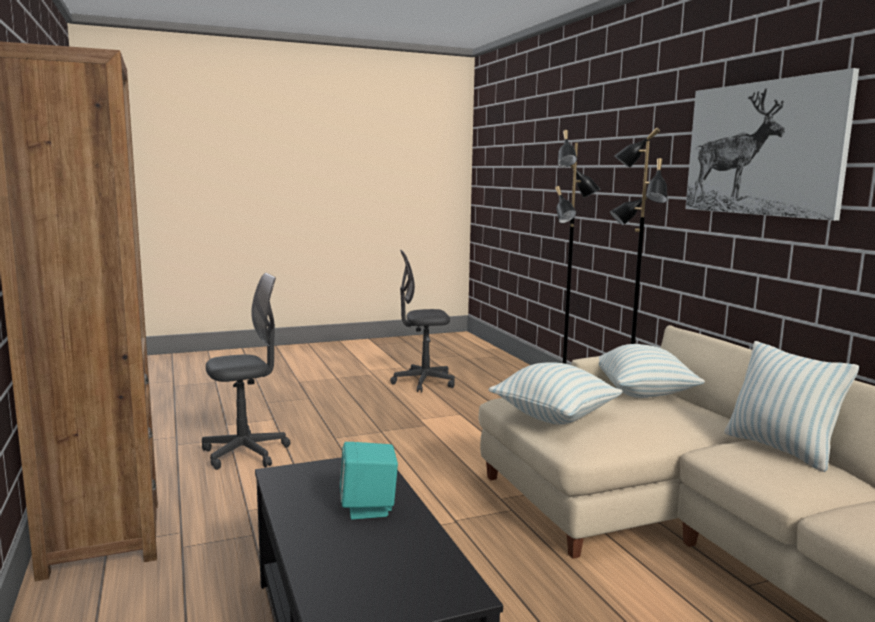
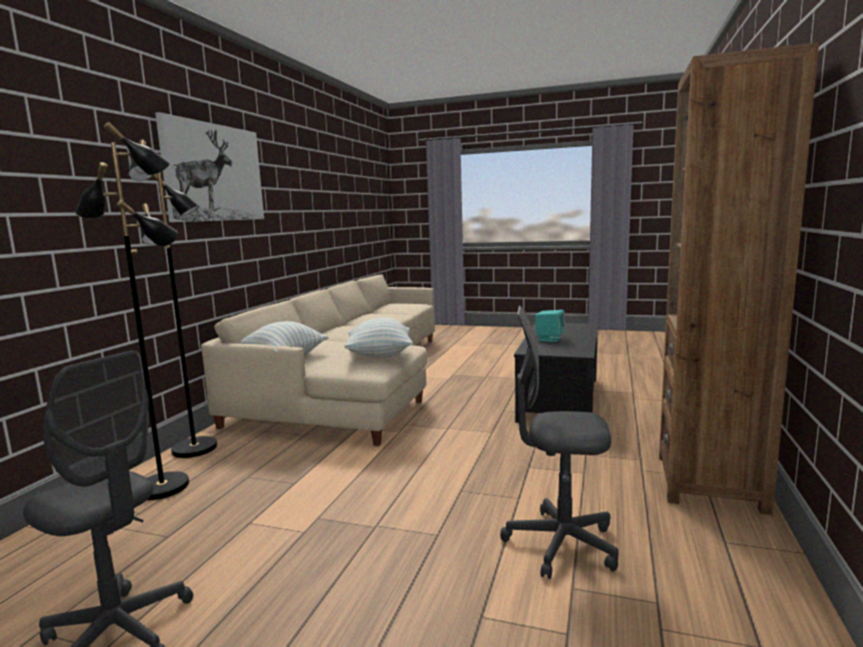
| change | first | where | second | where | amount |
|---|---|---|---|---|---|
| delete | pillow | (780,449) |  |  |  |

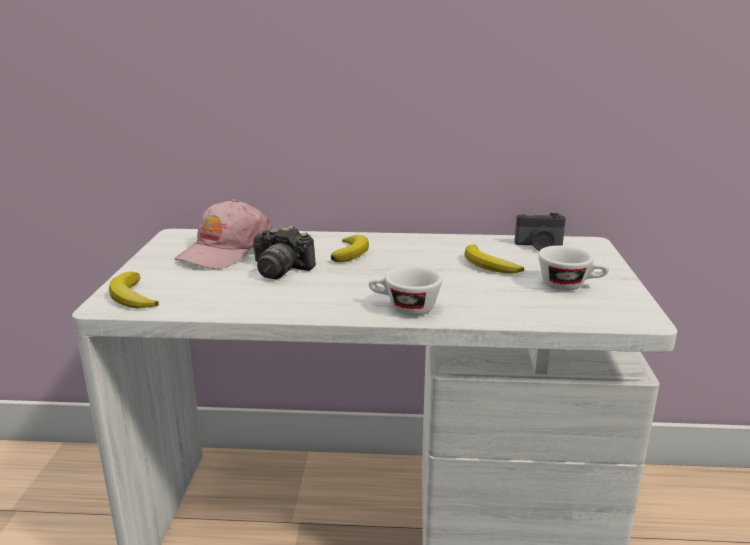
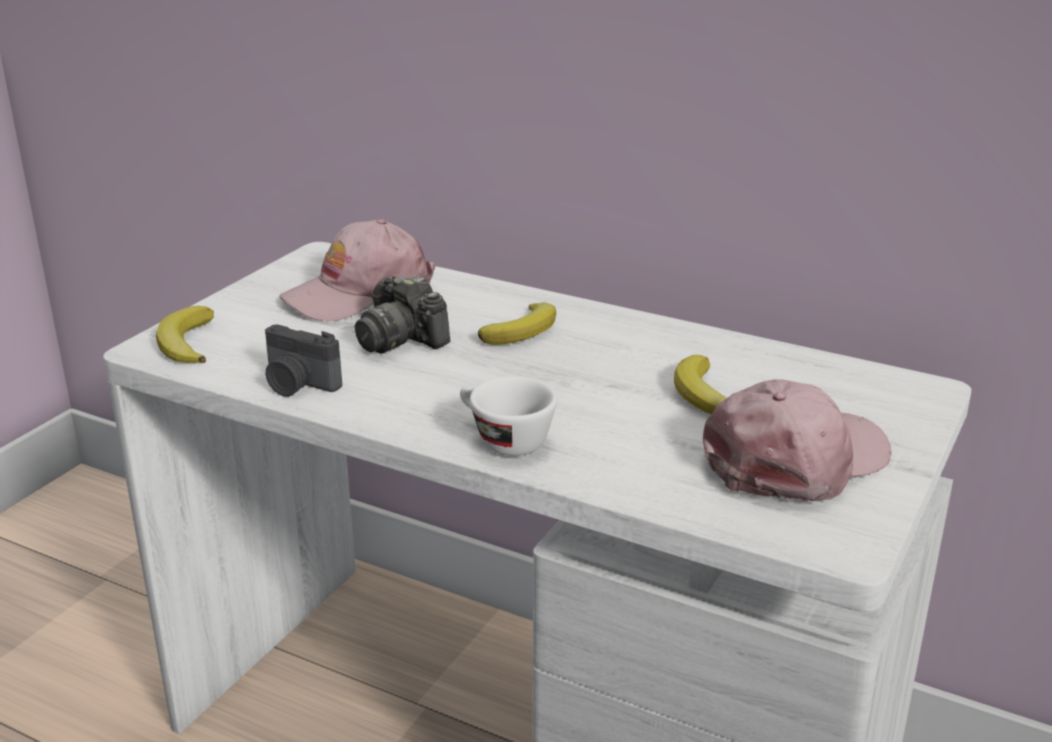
| change | first | where | second | where | amount |
|---|---|---|---|---|---|
| move | photo camera | (539,246) |  | (298,385) |  |
| replace | white drinking cup | (570,285) | pink-coloured peaked cap | (796,461) |  |

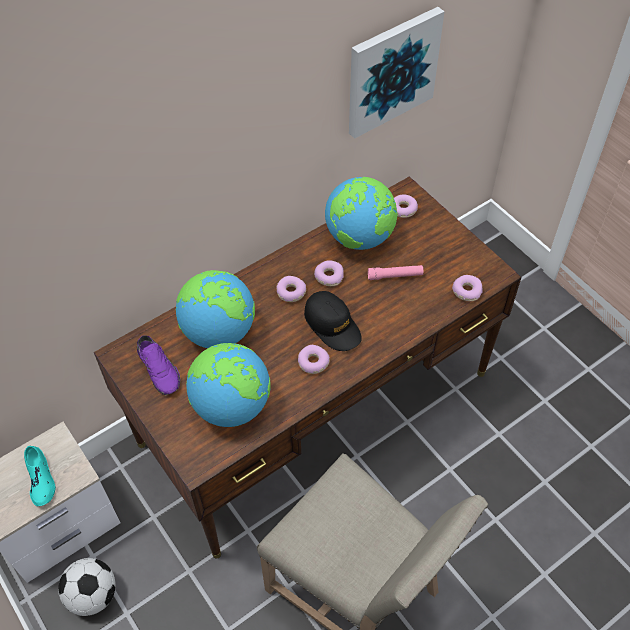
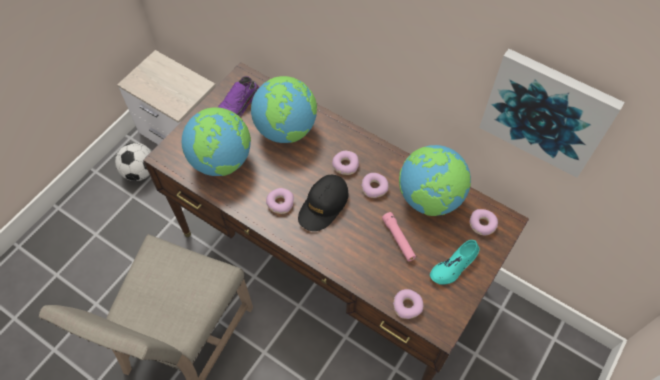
| change | first | where | second | where | amount |
|---|---|---|---|---|---|
| move | turquoise-coloured item of footwear | (40,479) |  | (454,266) |  |

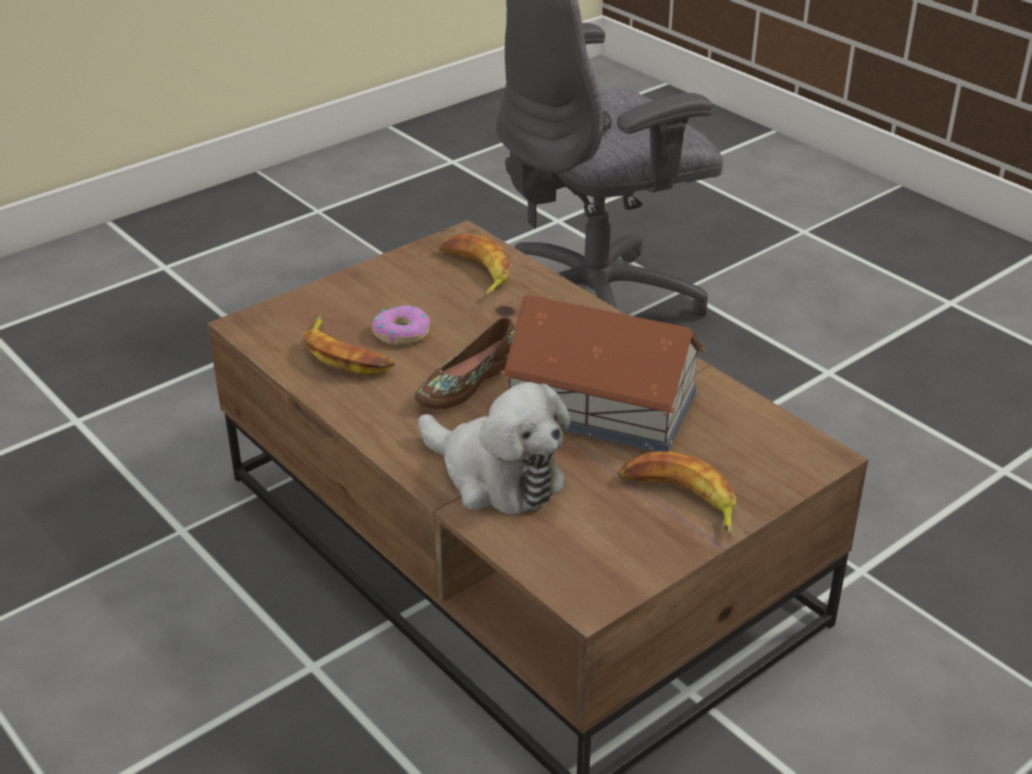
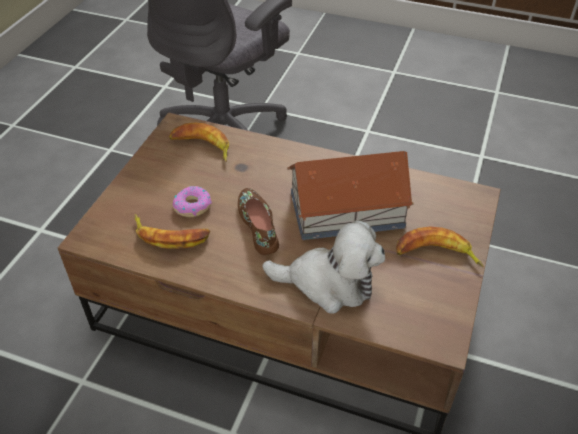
| change | first | where | second | where | amount |
|---|---|---|---|---|---|
| rotate | brown-coloured item of footwear | (466,382) |  | (259,225) | 150 degrees clockwise |

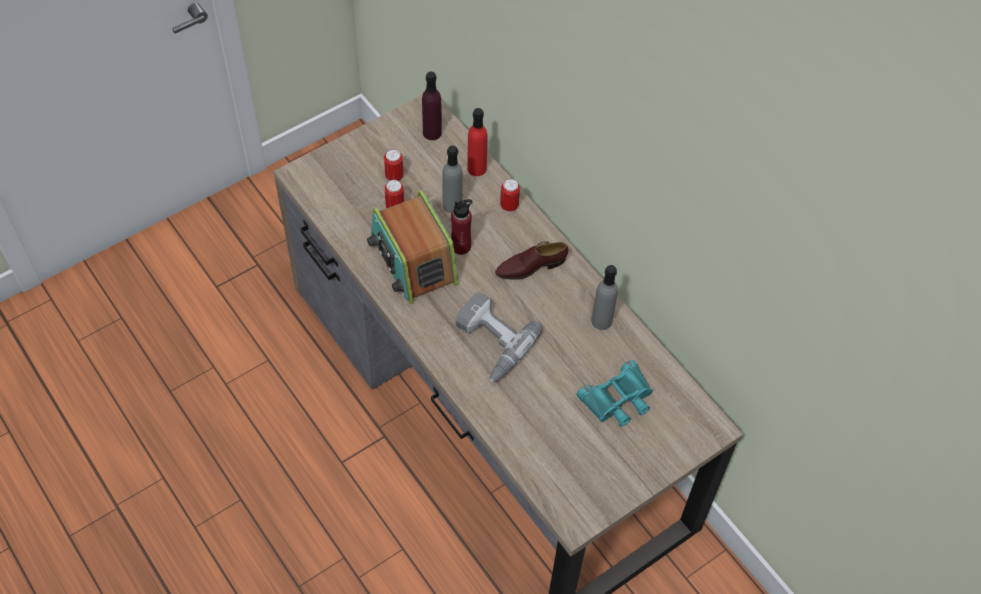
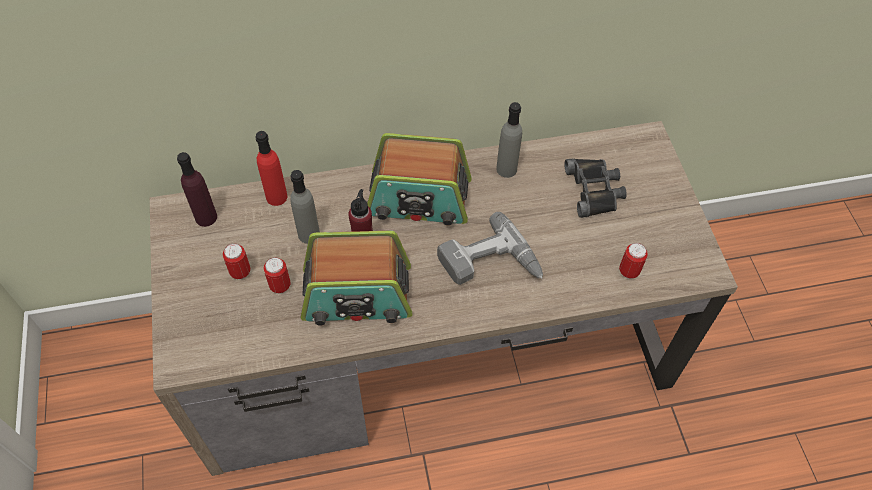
| change | first | where | second | where | amount |
|---|---|---|---|---|---|
| move | metal can | (509,206) |  | (628,271) |  |
| replace | brown-coloured item of footwear | (530,266) | radio receiver | (419,198) |  |
| recolor | turquoise-coloured binoculars | (618,399) | blackish binoculars | (594,190) |  |

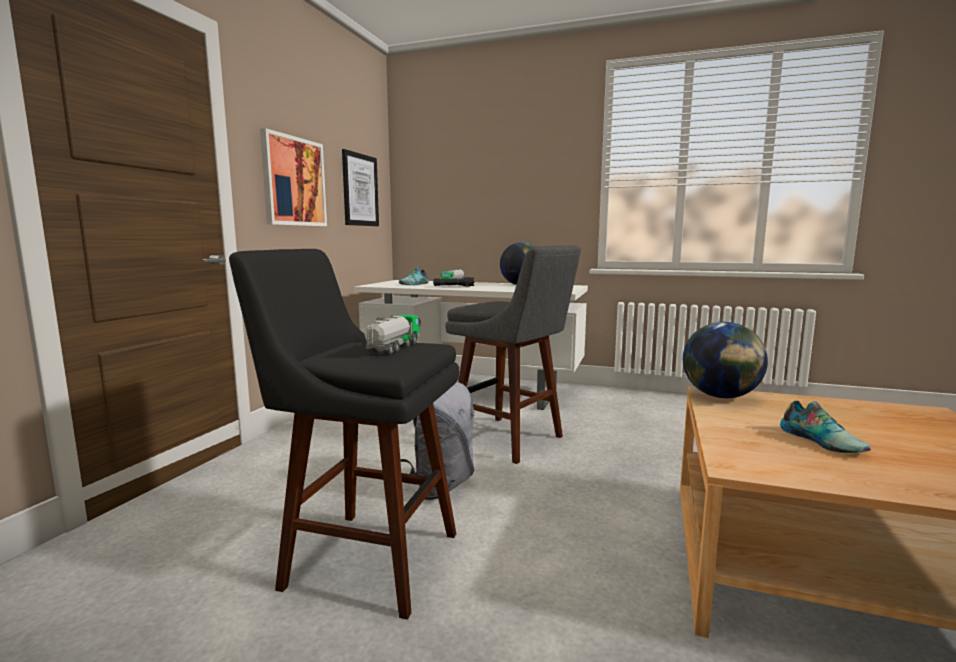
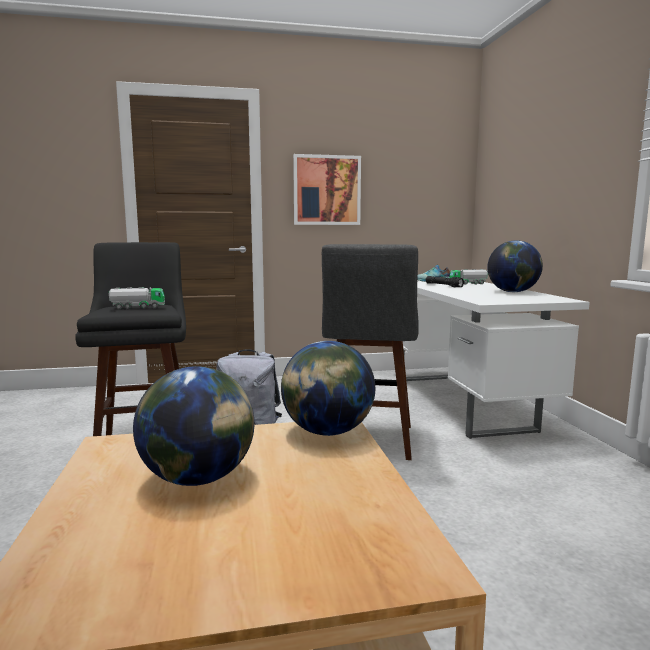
| change | first | where | second | where | amount |
|---|---|---|---|---|---|
| delete | picture | (360,190) |  |  |  |
| replace | item of footwear | (822,441) | desk globe | (199,478) |  |

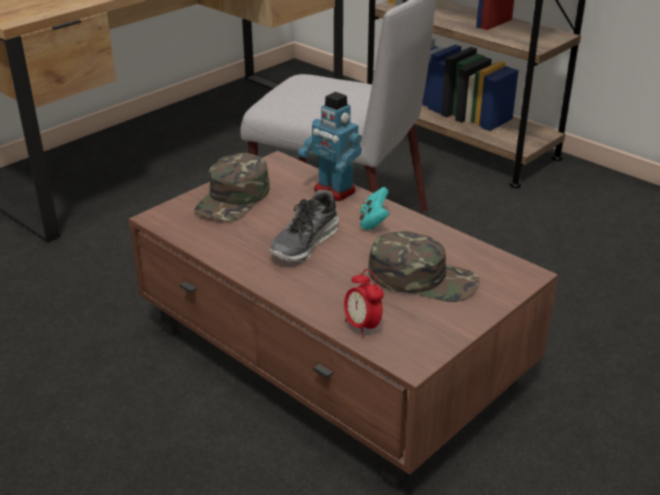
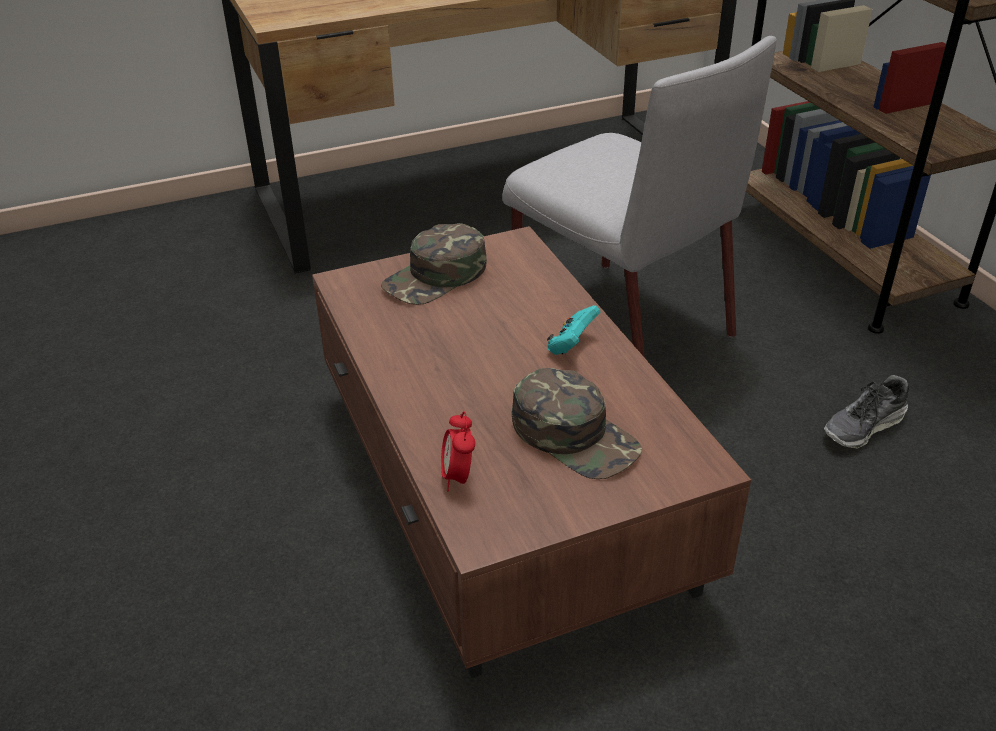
| change | first | where | second | where | amount |
|---|---|---|---|---|---|
| delete | toy robot | (334,191) |  |  |  |
| move | item of footwear | (305,243) |  | (864,427) |  |

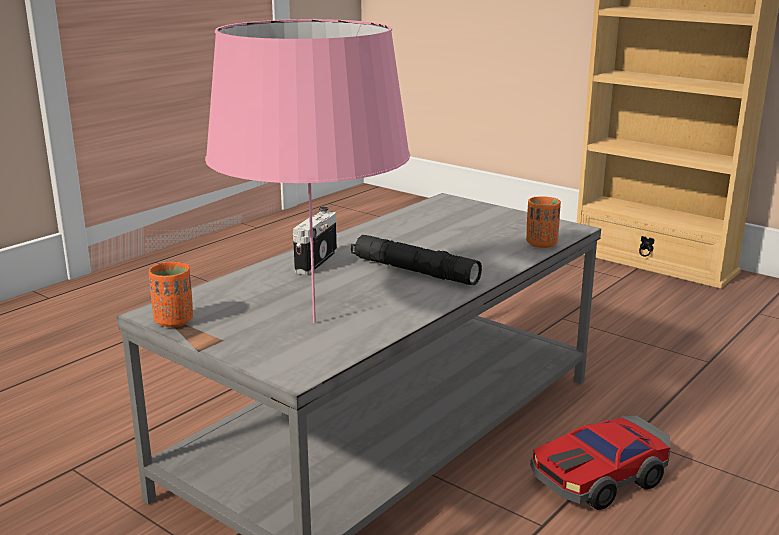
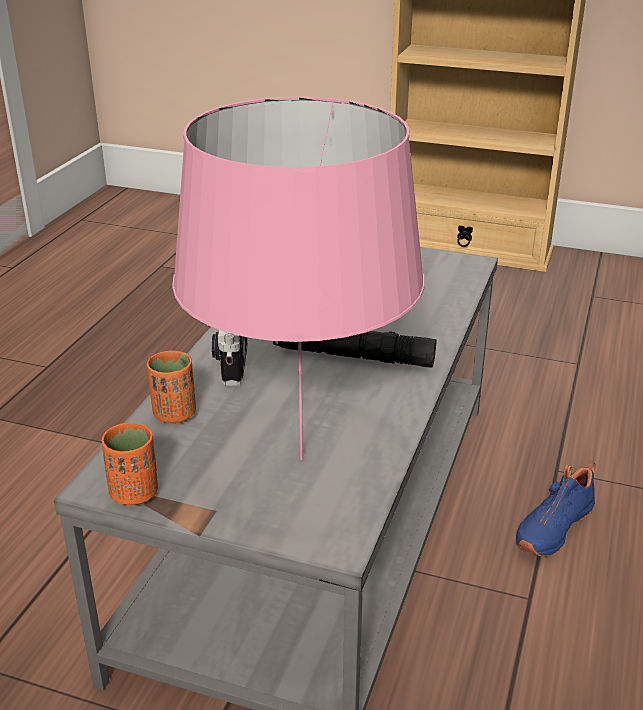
| change | first | where | second | where | amount |
|---|---|---|---|---|---|
| move | orange drinking cup | (541,244) |  | (174,414) |  |
| replace | toy car | (600,477) | bluish item of footwear | (552,526) |  |

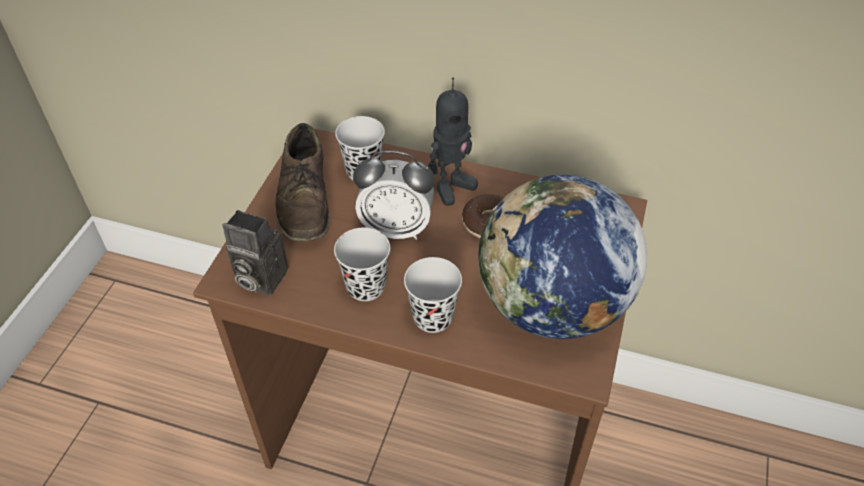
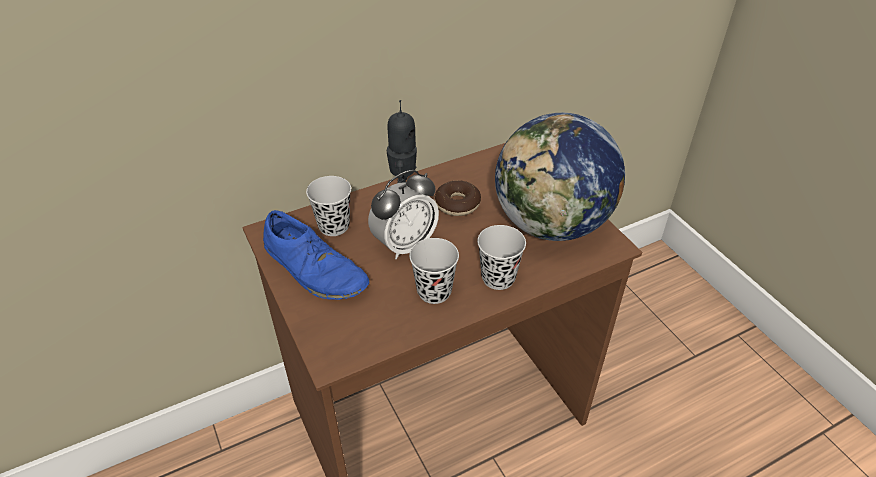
| change | first | where | second | where | amount |
|---|---|---|---|---|---|
| recolor | brown-coloured item of footwear | (305,198) | bluish item of footwear | (315,269) |  |
| delete | photo camera | (258,278) |  |  |  |

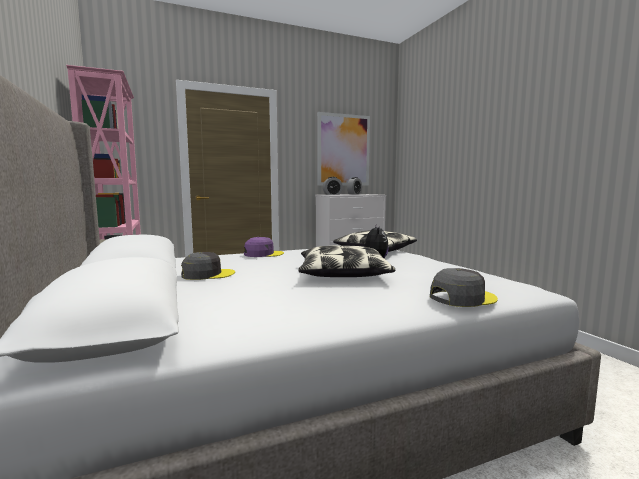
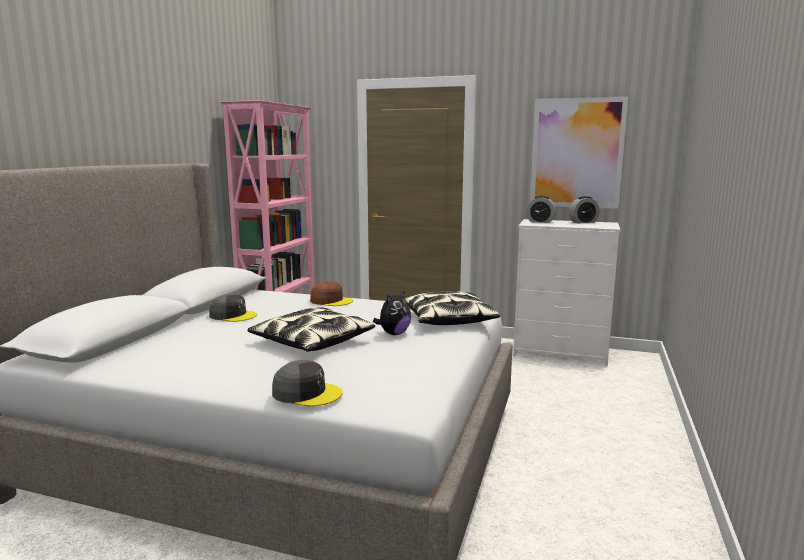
| change | first | where | second | where | amount |
|---|---|---|---|---|---|
| recolor | purplish peaked cap | (263,254) | brown-coloured peaked cap | (331,301) |  |

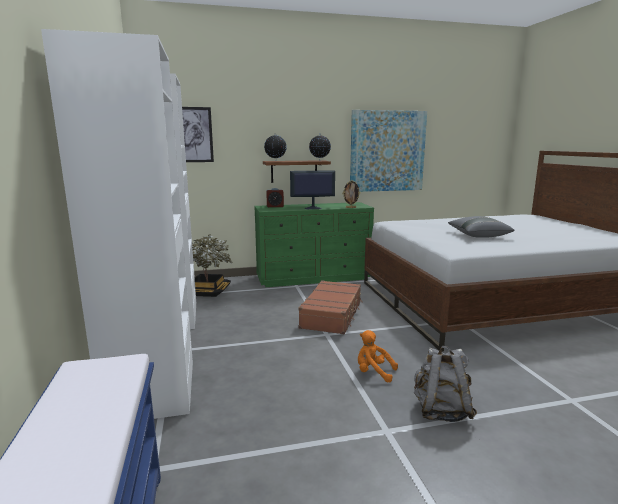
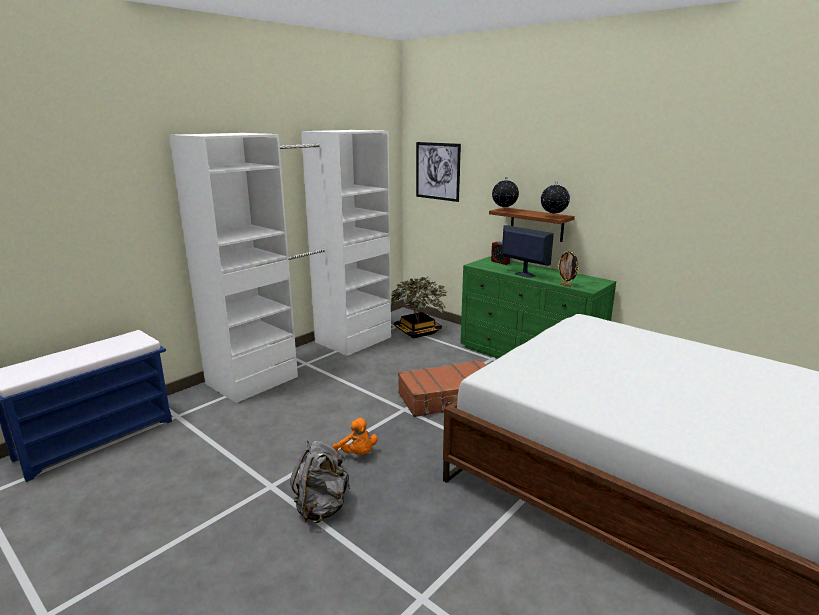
| change | first | where | second | where | amount |
|---|---|---|---|---|---|
| delete | picture | (387,151) |  |  |  |
| delete | gray pillow | (478,236) |  |  |  |
| rotate | orange cuddly toy | (373,372) |  | (357,454) | 150 degrees clockwise |

